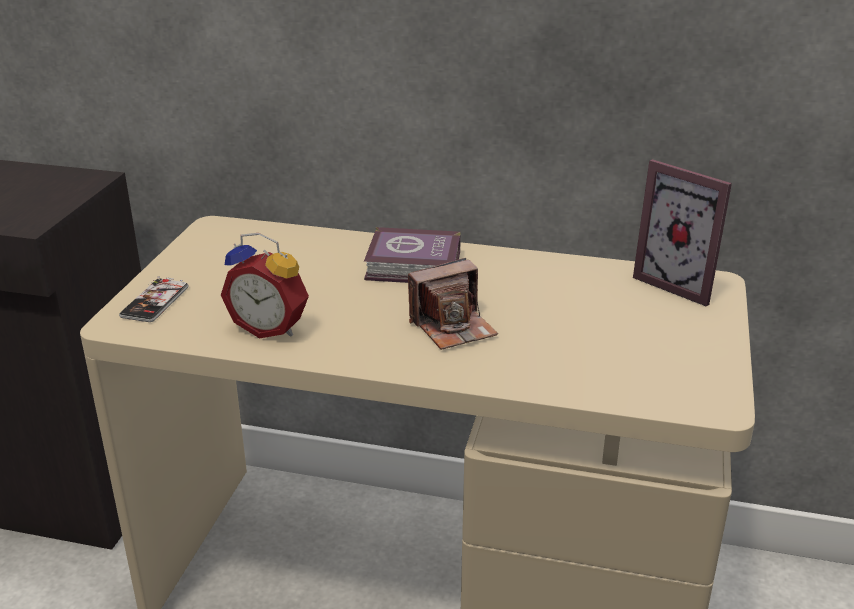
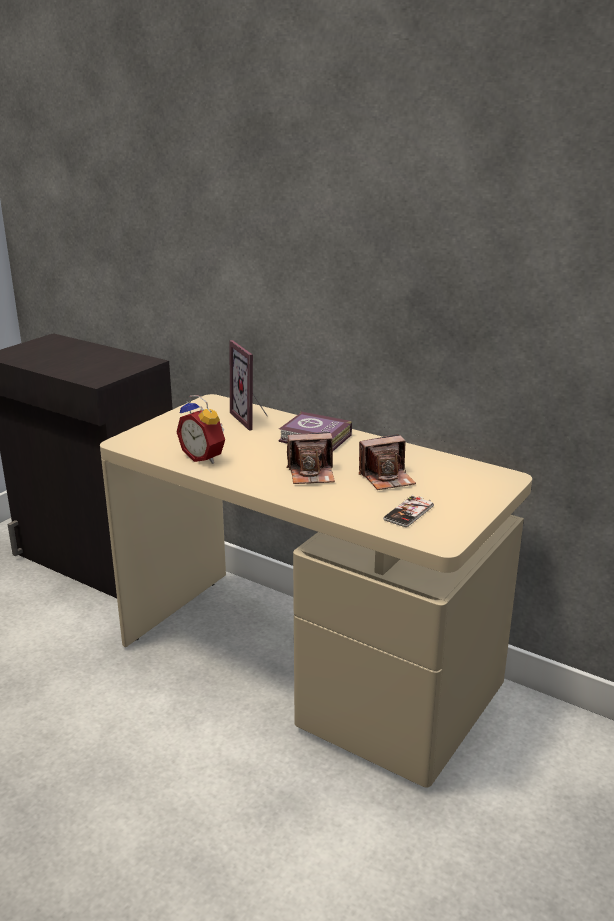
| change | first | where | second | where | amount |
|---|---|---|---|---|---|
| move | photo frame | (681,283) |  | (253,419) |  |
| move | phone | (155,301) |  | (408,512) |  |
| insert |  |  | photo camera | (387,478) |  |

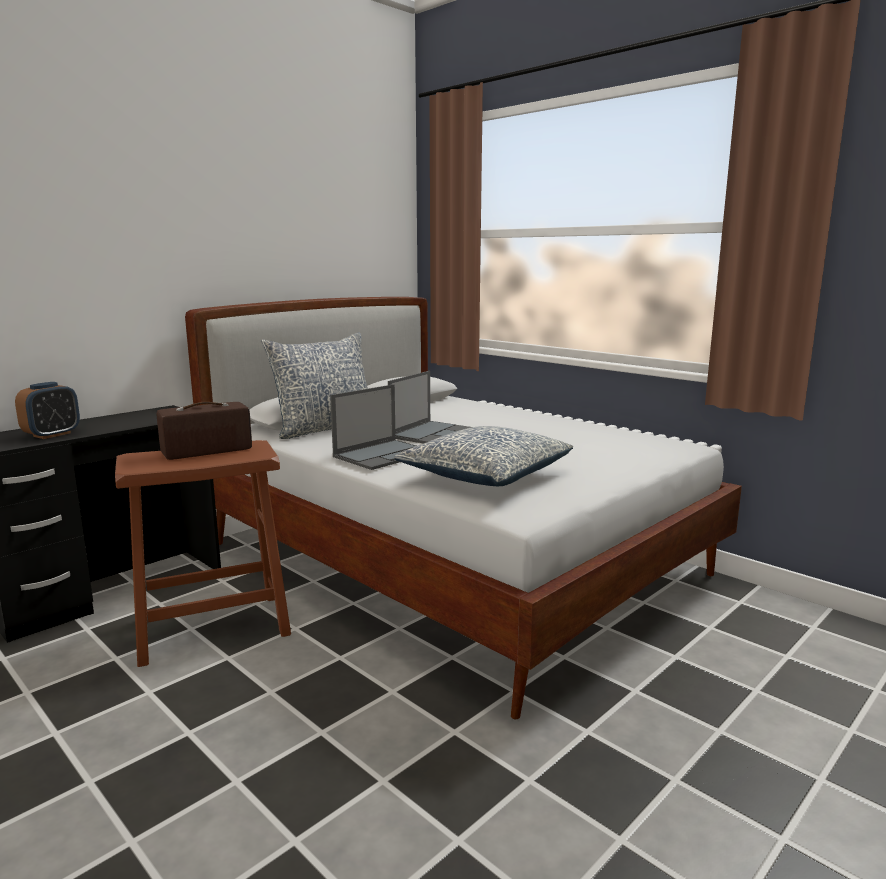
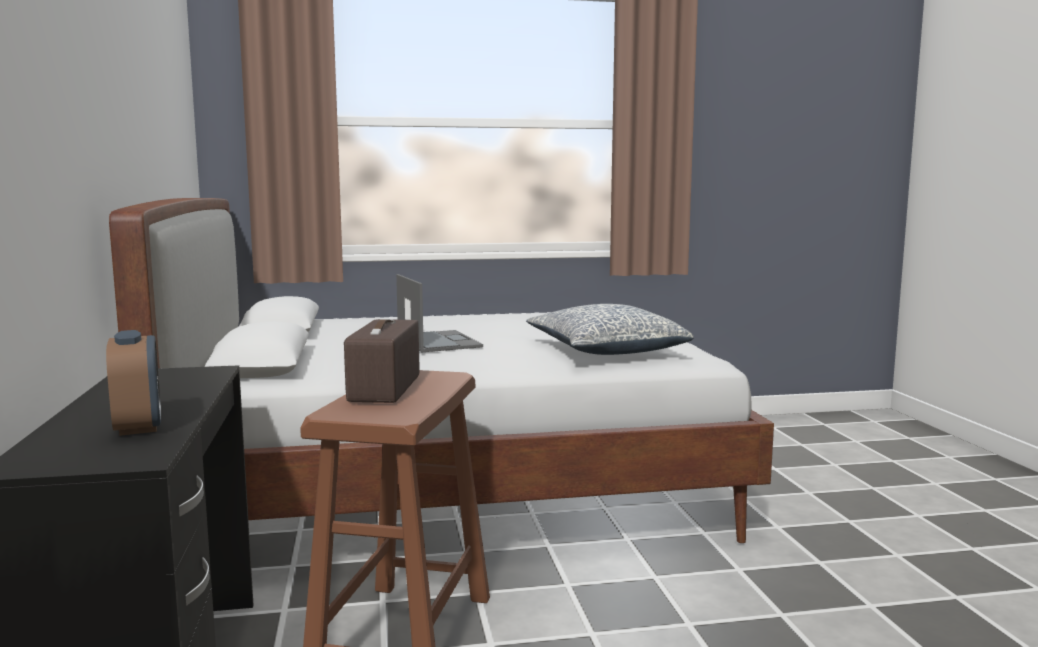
| change | first | where | second | where | amount |
|---|---|---|---|---|---|
| delete | pillow | (325,429) |  |  |  |
| delete | notebook computer | (384,454) |  |  |  |

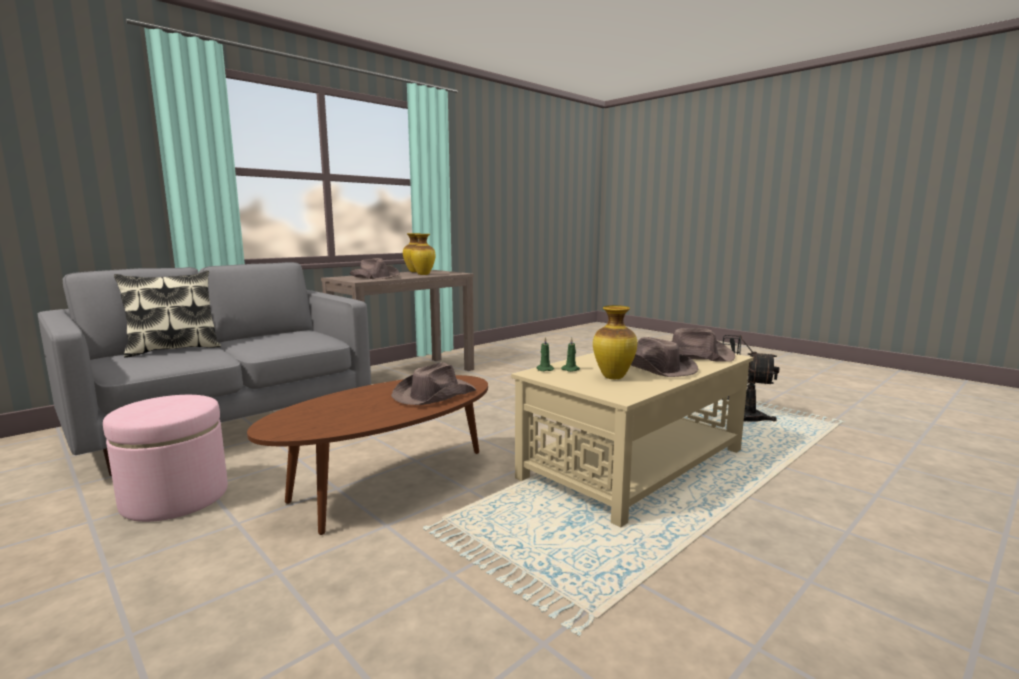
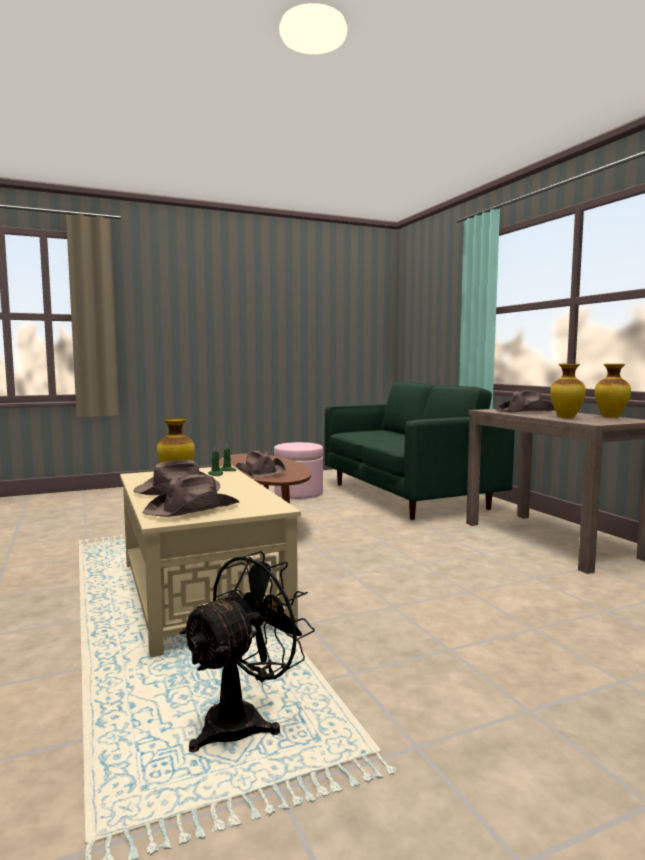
| change | first | where | second | where | amount |
|---|---|---|---|---|---|
| recolor | gray sofa | (227,424) | greenish sofa | (407,496) |  |
| delete | pillow | (173,349) |  |  |  |

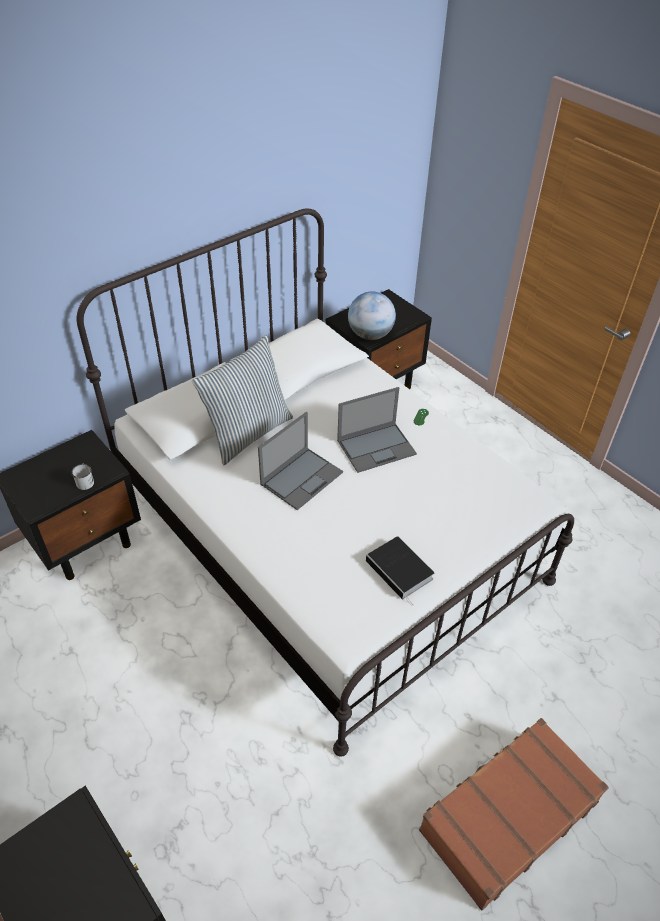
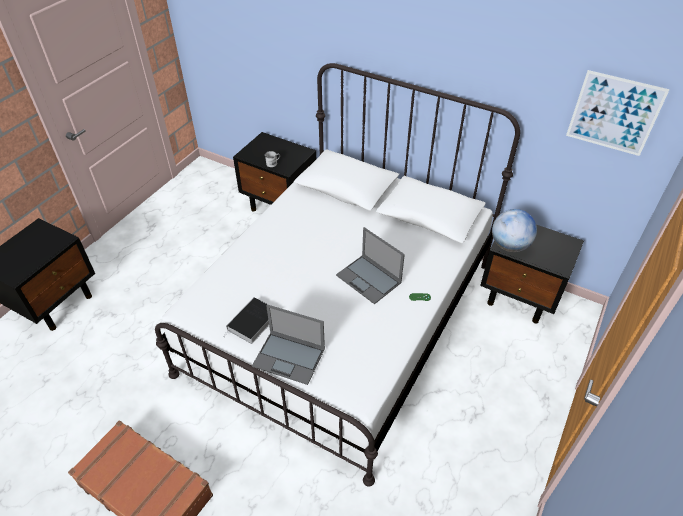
| change | first | where | second | where | amount |
|---|---|---|---|---|---|
| delete | pillow | (248,433) |  |  |  |
| move | notebook computer | (302,477) |  | (289,357) |  |
| insert |  |  | picture | (614,113) |  |

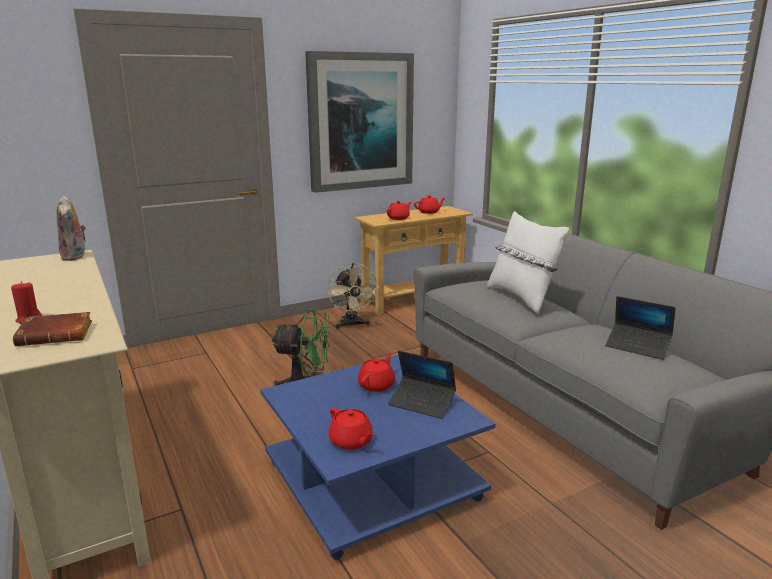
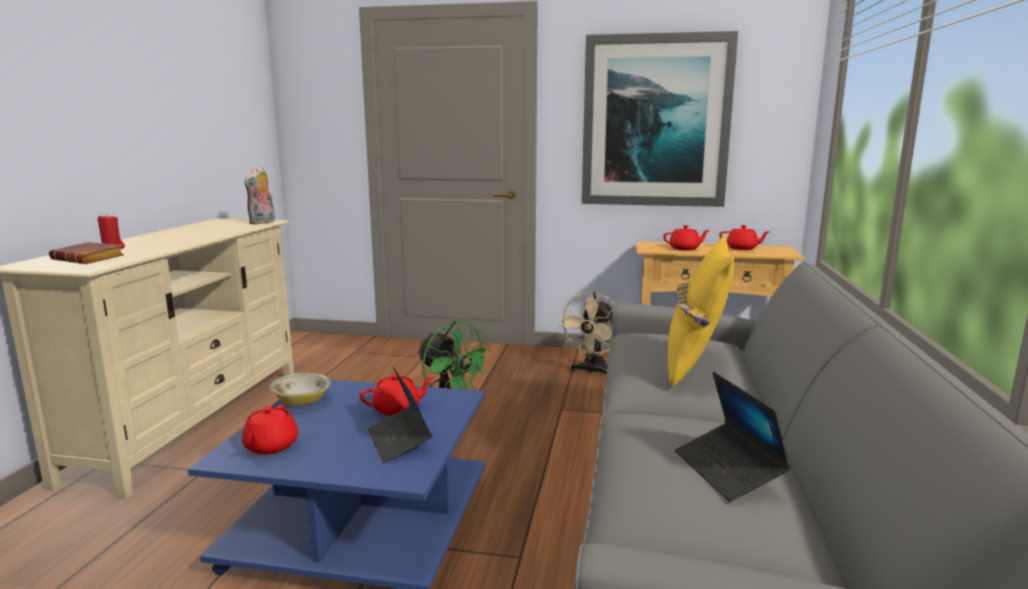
| change | first | where | second | where | amount |
|---|---|---|---|---|---|
| recolor | white pillow | (522,297) | yellow-coloured pillow | (695,364) |  |
| insert |  |  | bowl | (301,402) |  |

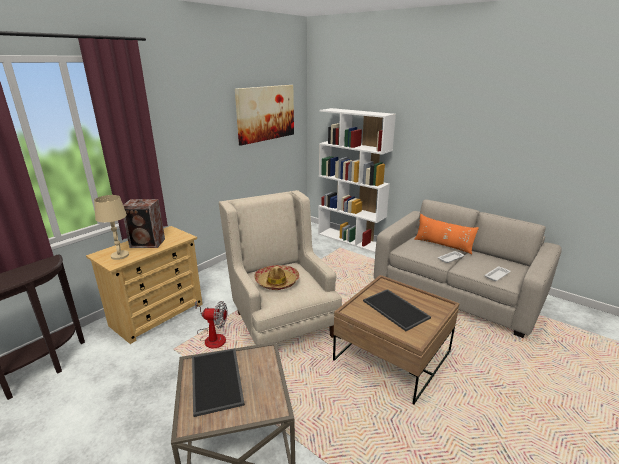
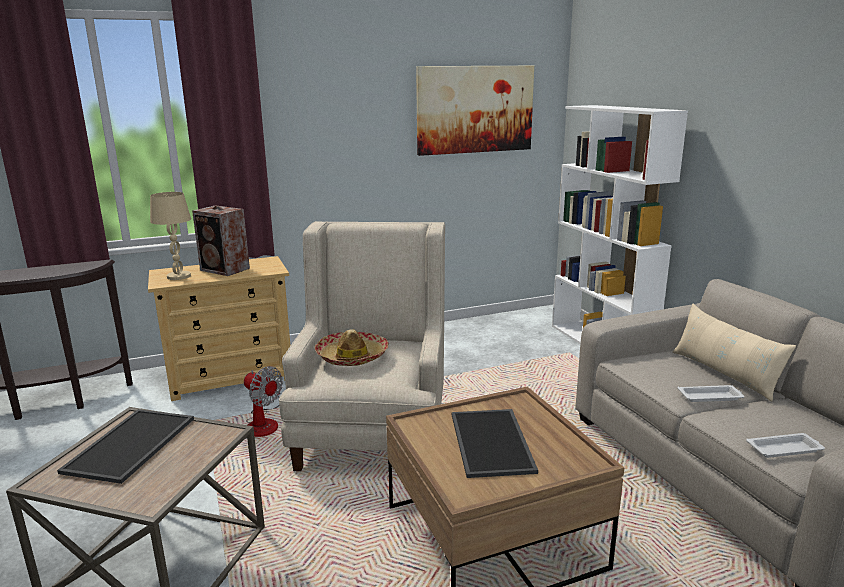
| change | first | where | second | where | amount |
|---|---|---|---|---|---|
| recolor | orange pillow | (443,245) | sand-coloured pillow | (724,373) |  |

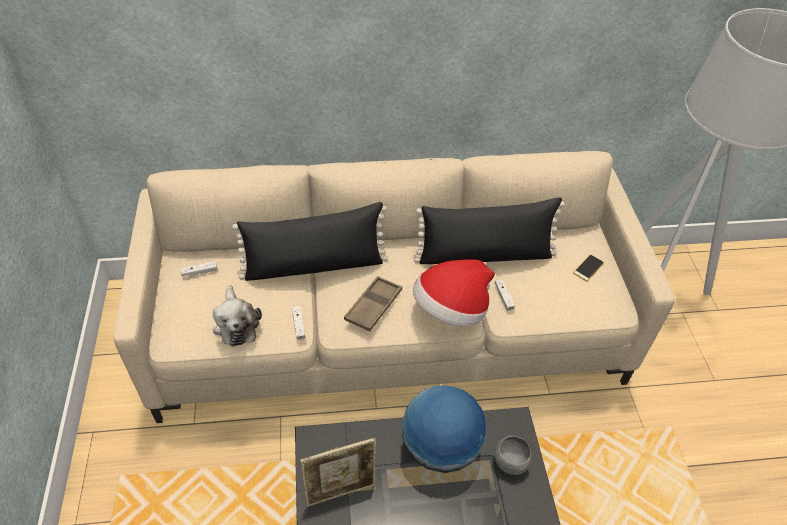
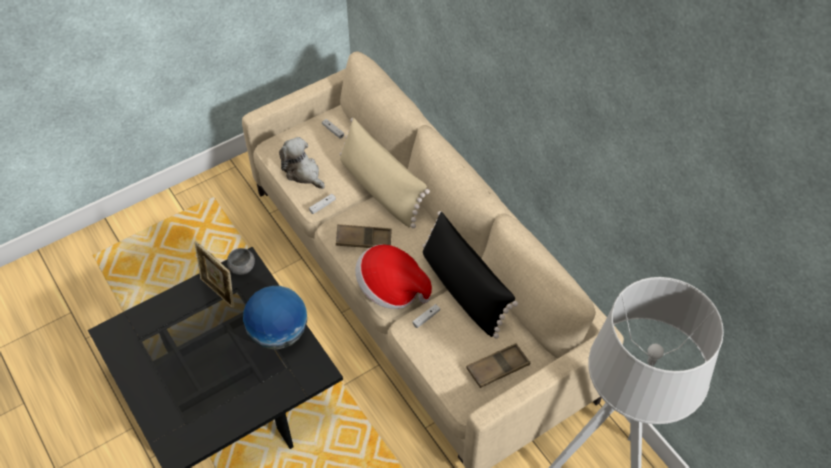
| change | first | where | second | where | amount |
|---|---|---|---|---|---|
| recolor | blackish pillow | (314,265) | sand-coloured pillow | (380,189) |  |
| replace | phone | (588,268) | brown-coloured serving tray | (498,367) |  |
| rotate | cuddly toy | (236,323) |  | (303,172) | 90 degrees clockwise |
| move | gray bowl | (510,462) |  | (242,267) |  |

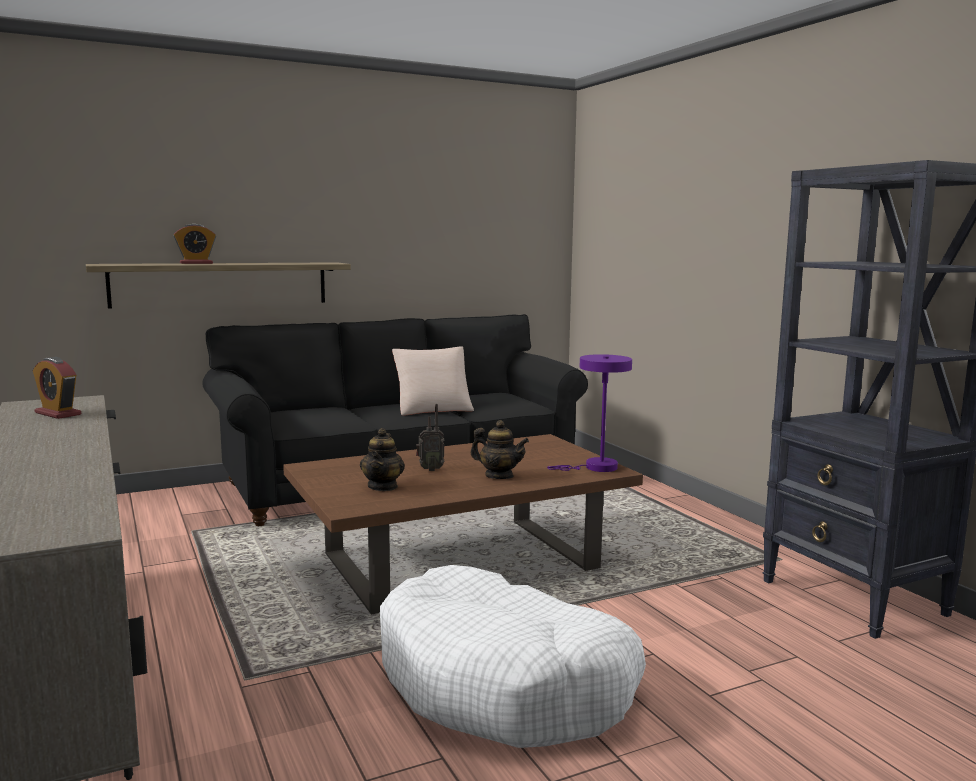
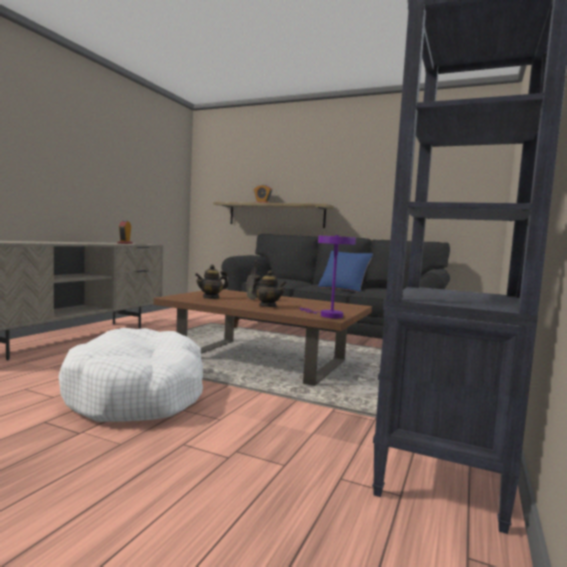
| change | first | where | second | where | amount |
|---|---|---|---|---|---|
| recolor | sand-coloured pillow | (433,409) | bluish pillow | (343,288) |  |
| rotate | teapot | (499,476) |  | (268,306) | 45 degrees counterclockwise |

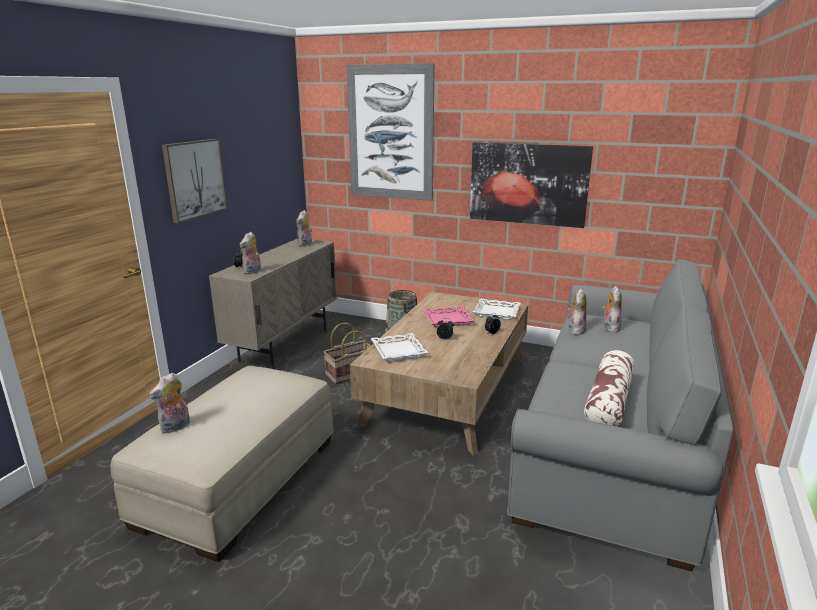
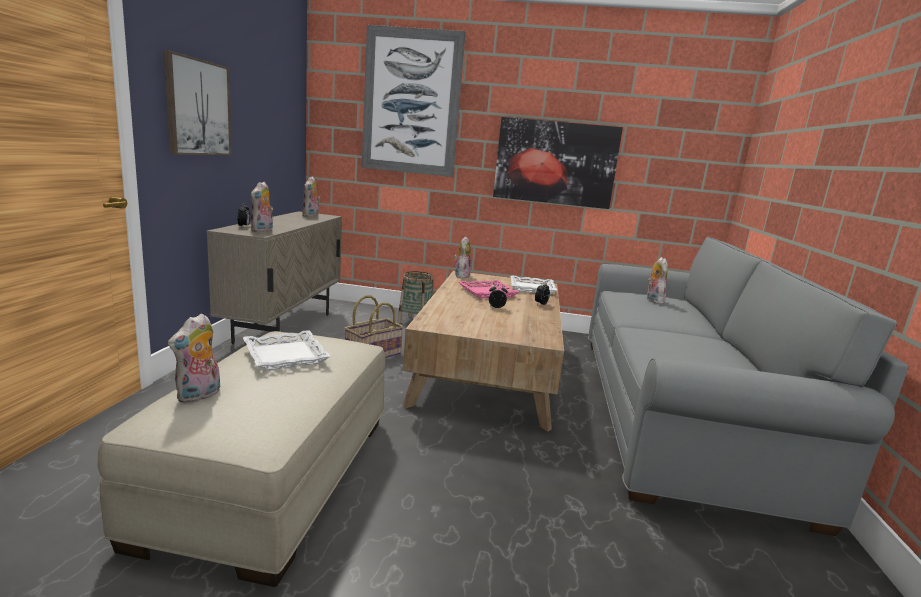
| change | first | where | second | where | amount |
|---|---|---|---|---|---|
| move | cuddly toy | (575,330) |  | (461,275) |  |
| move | white serving tray | (399,351) |  | (286,356) |  |
| delete | pillow | (609,400) |  |  |  |

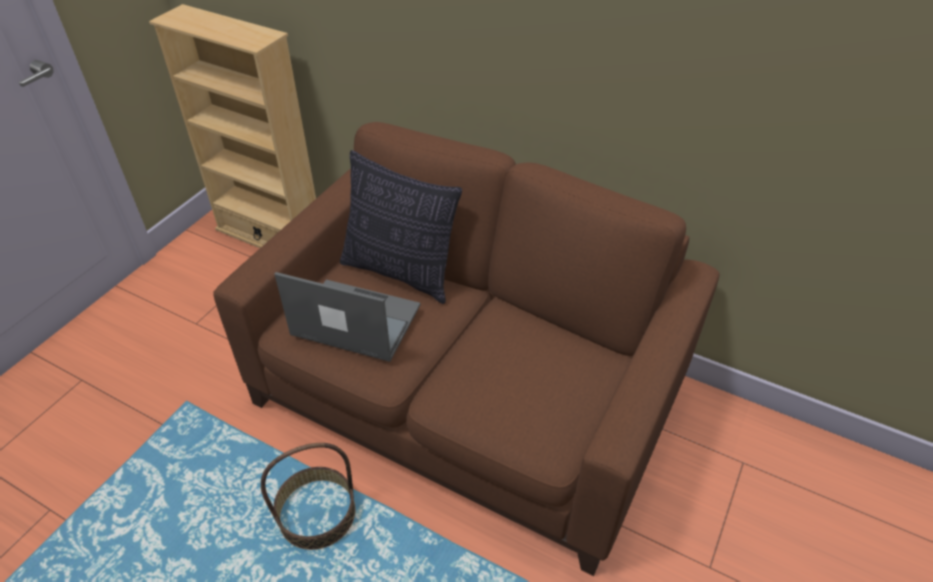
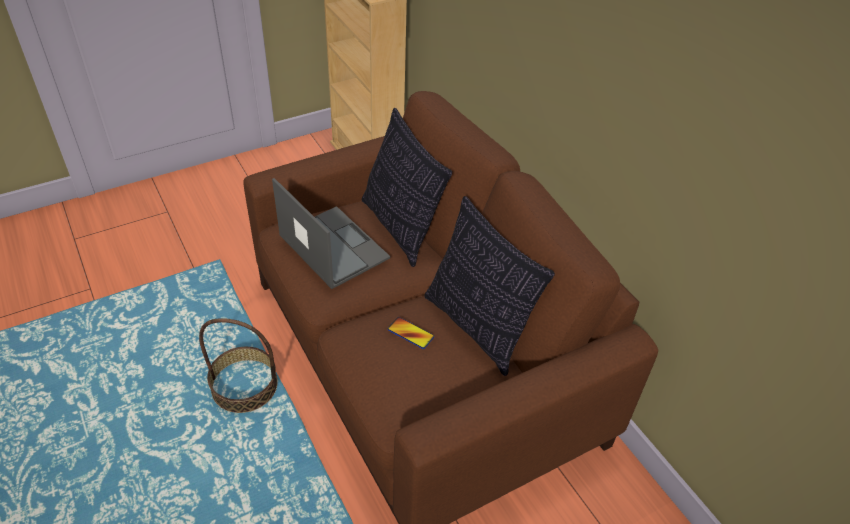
| change | first | where | second | where | amount |
|---|---|---|---|---|---|
| insert |  |  | pillow | (477,326) |  |
| insert |  |  | phone | (410,333) |  |

